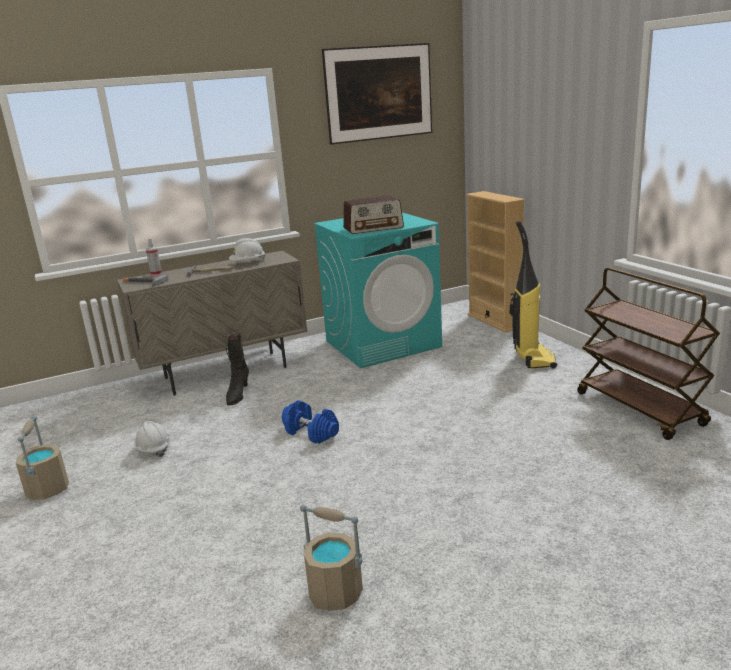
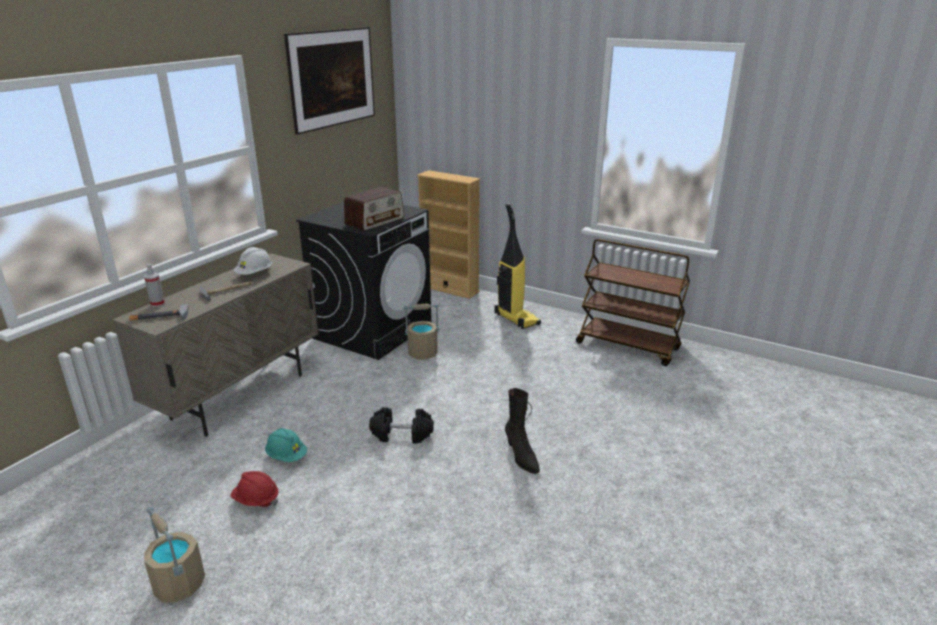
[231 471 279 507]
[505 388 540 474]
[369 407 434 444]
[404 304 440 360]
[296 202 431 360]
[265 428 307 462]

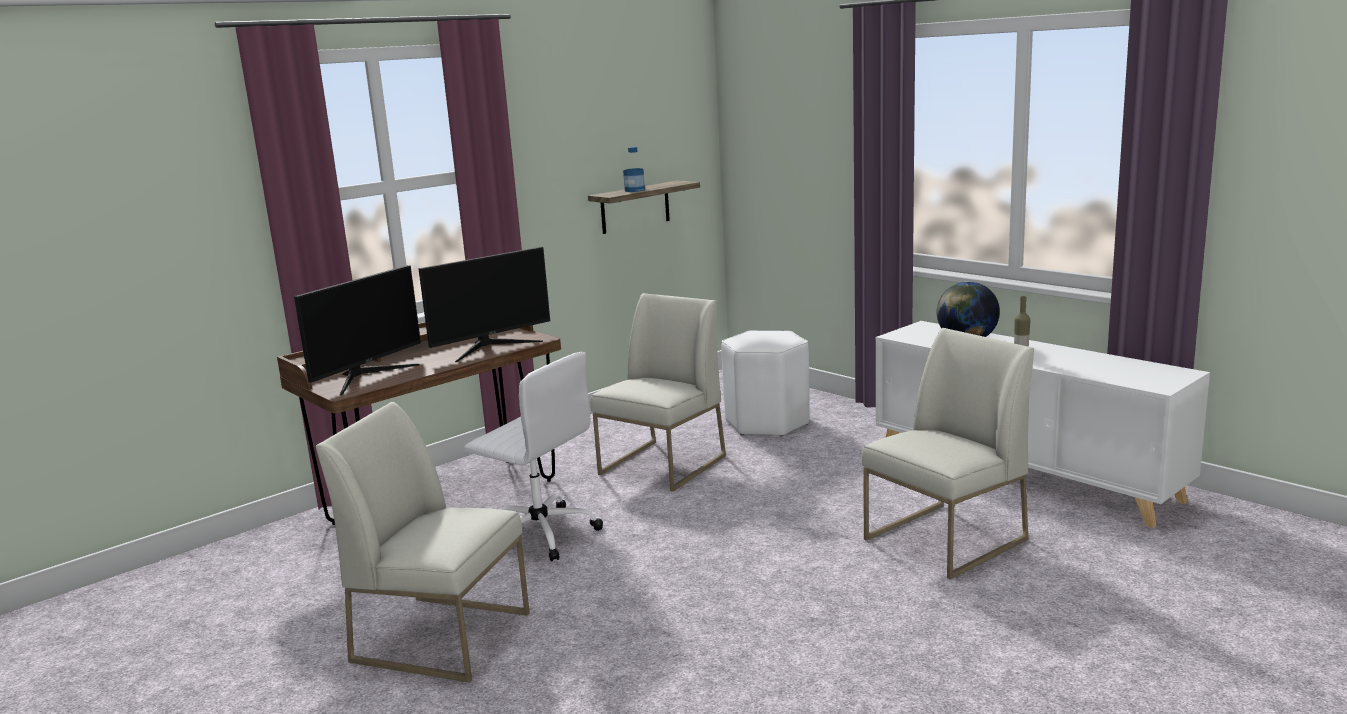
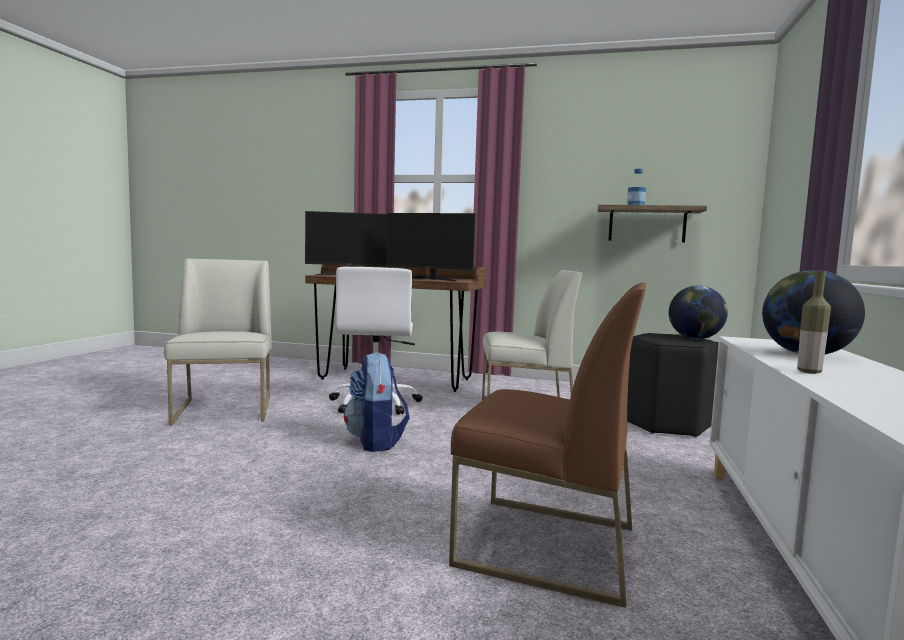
[627 333 719 438]
[449 282 646 608]
[344 352 410 452]
[669 286 728 339]

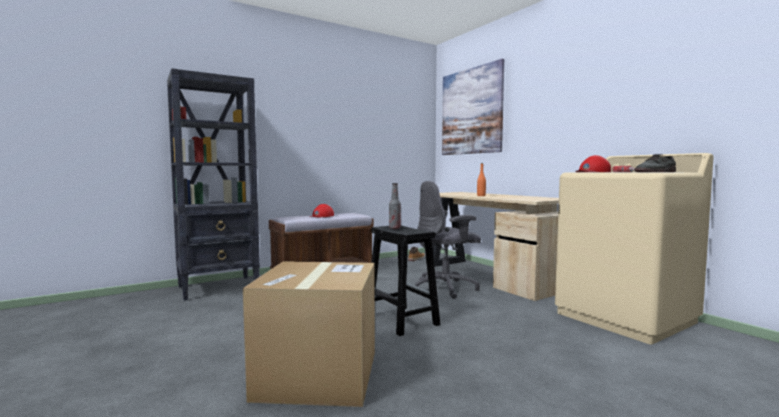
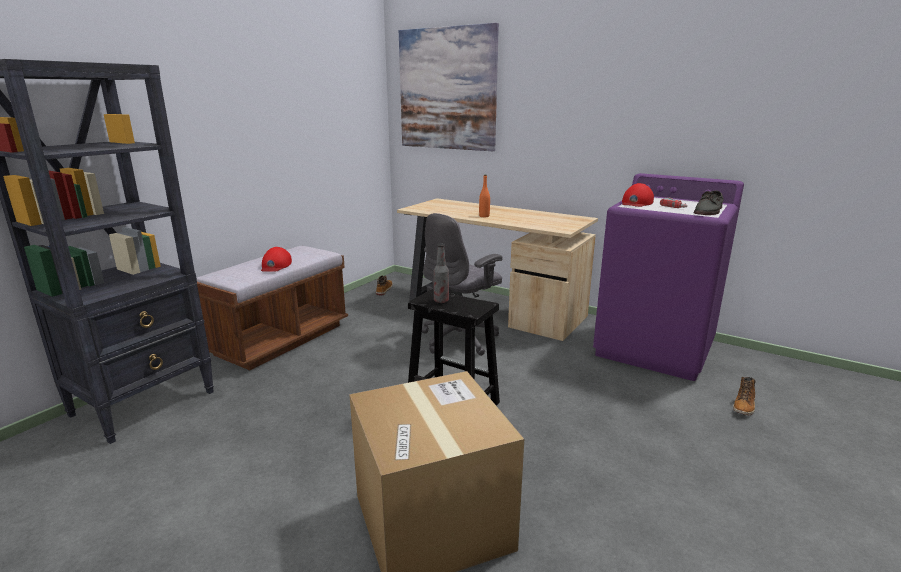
[593 173 744 381]
[733 377 755 415]

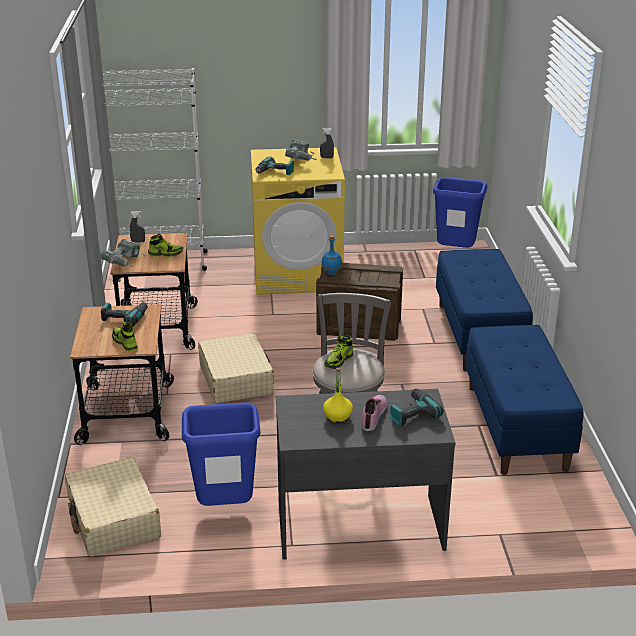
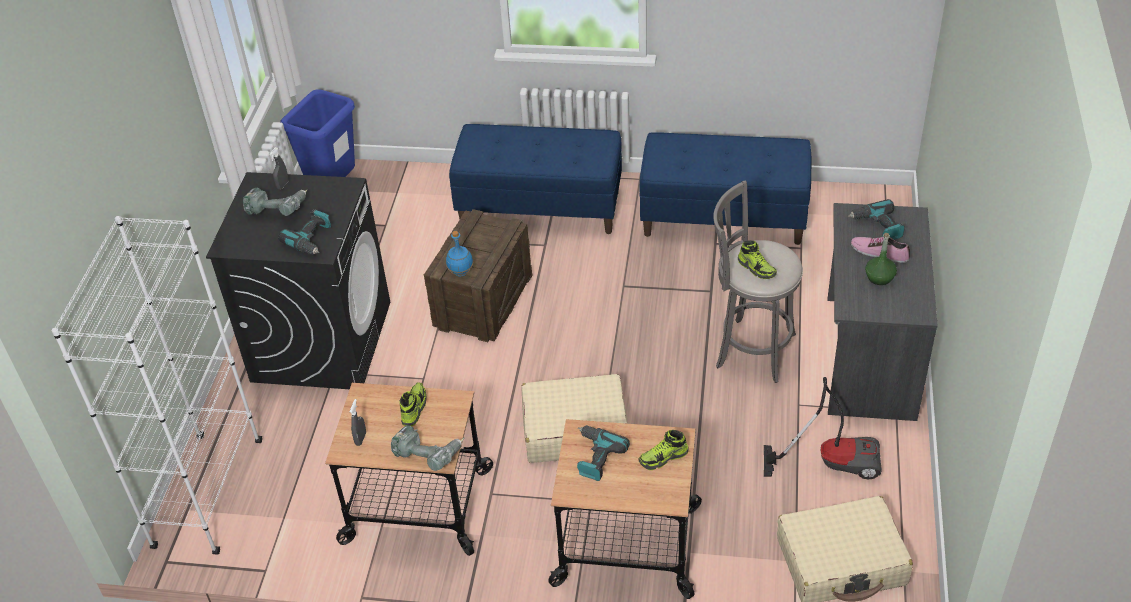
[764 377 882 480]
[206 172 390 389]
[865 233 897 285]

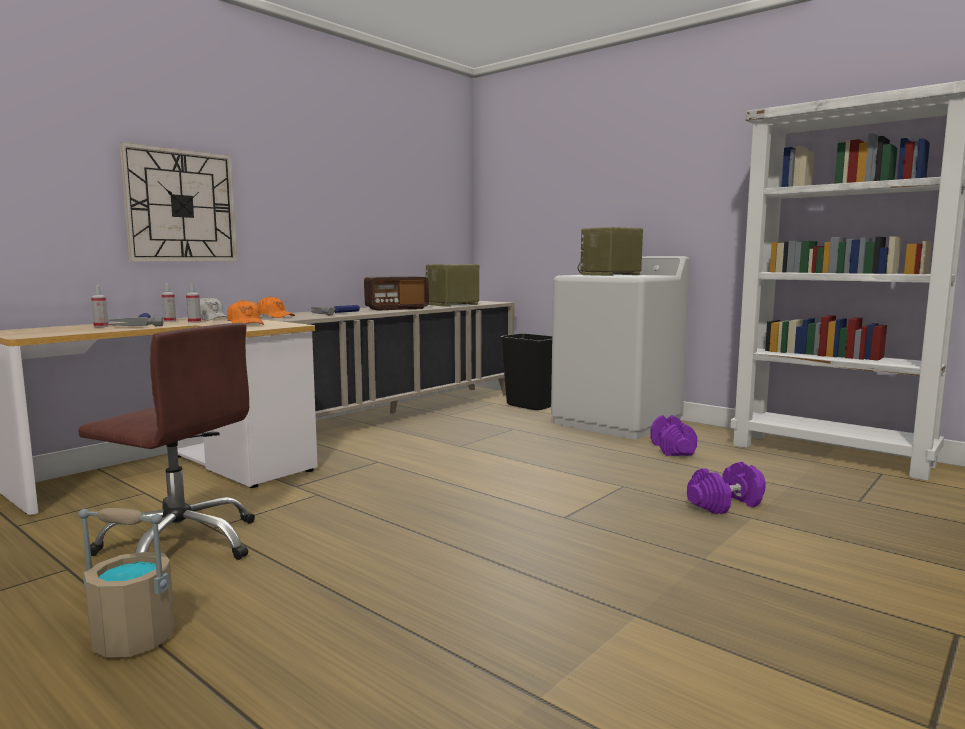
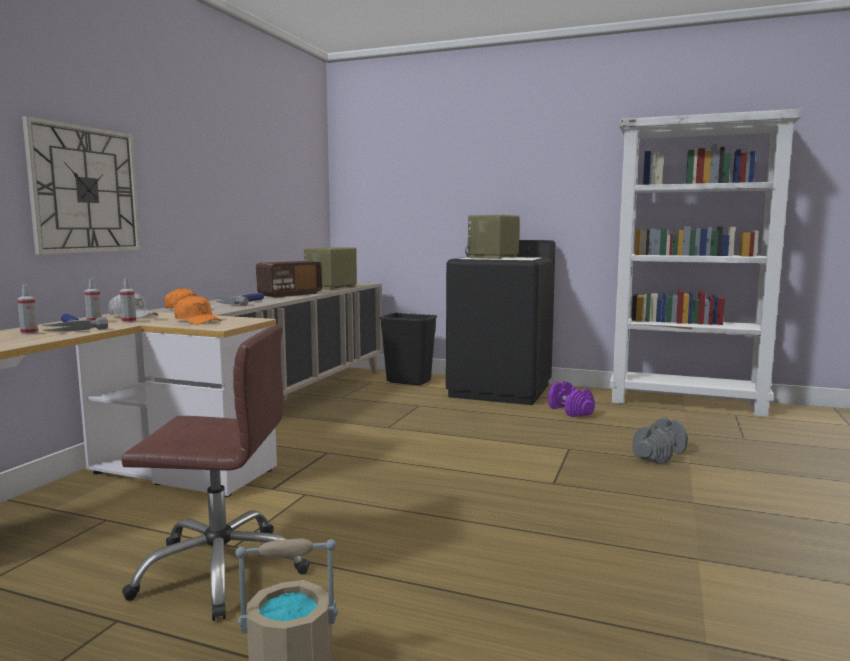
[446 240 555 405]
[632 417 688 464]

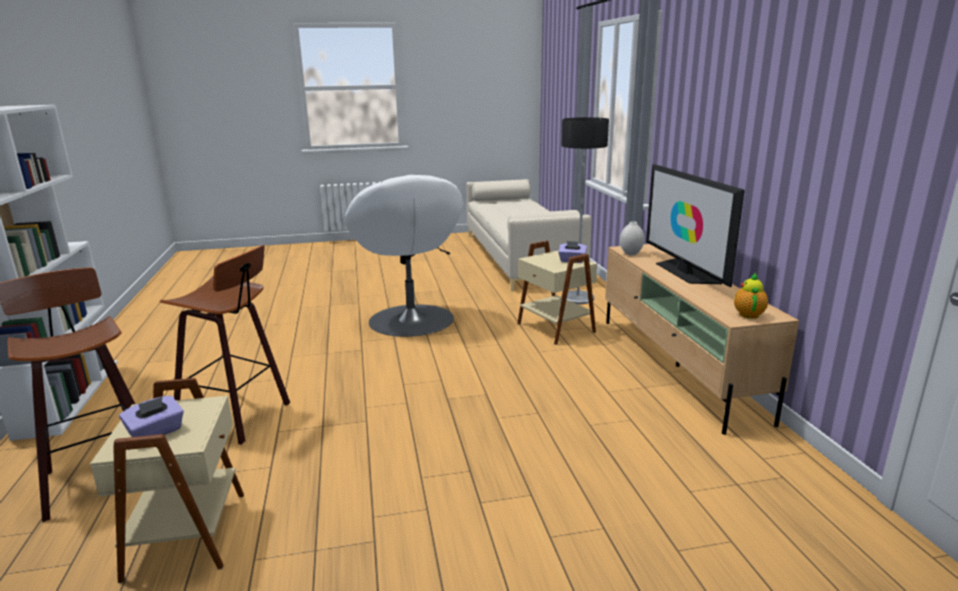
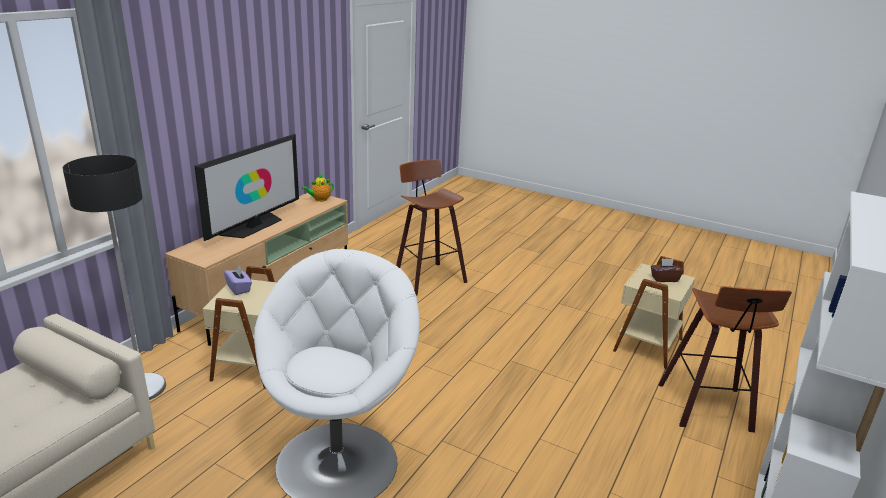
[651 259 684 282]
[396 159 467 296]
[620 221 644 255] (first image)

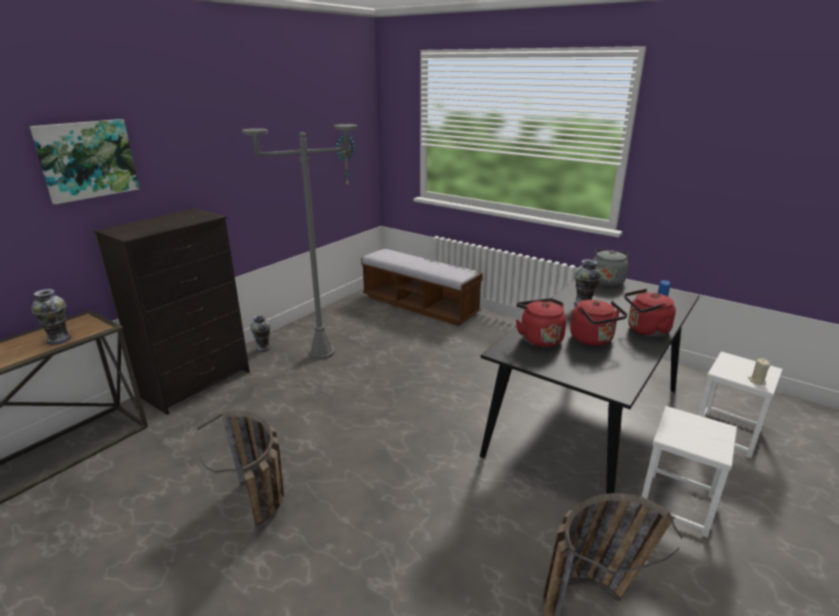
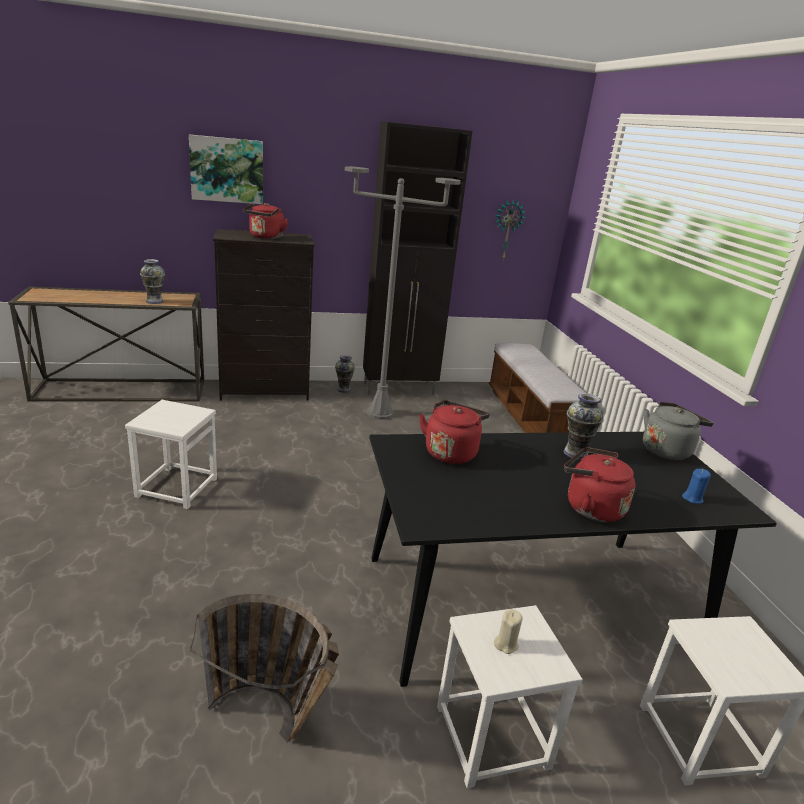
[125 400 217 509]
[243 203 289 239]
[494 609 523 654]
[363 121 472 395]

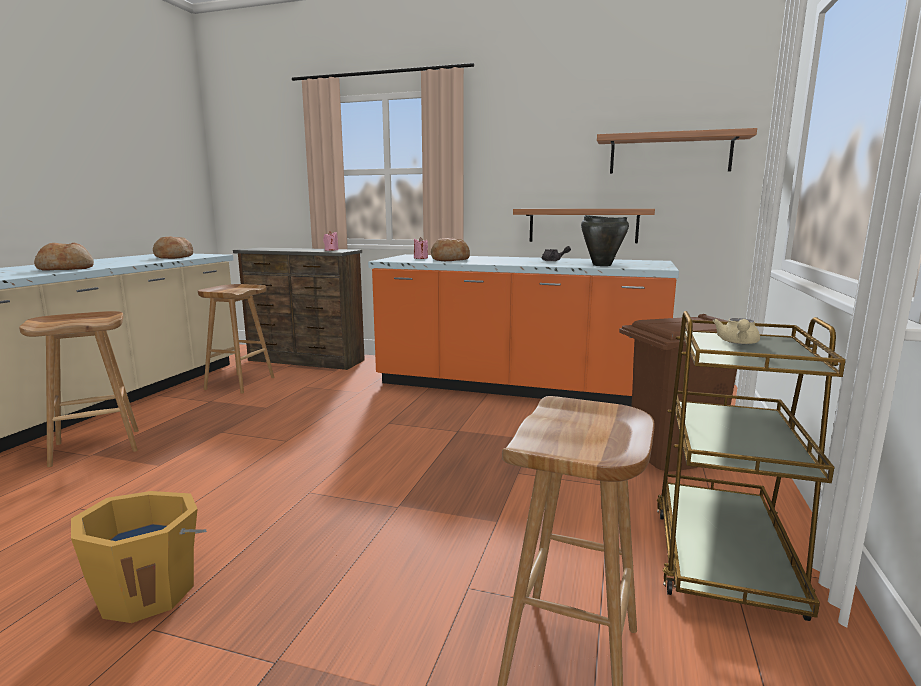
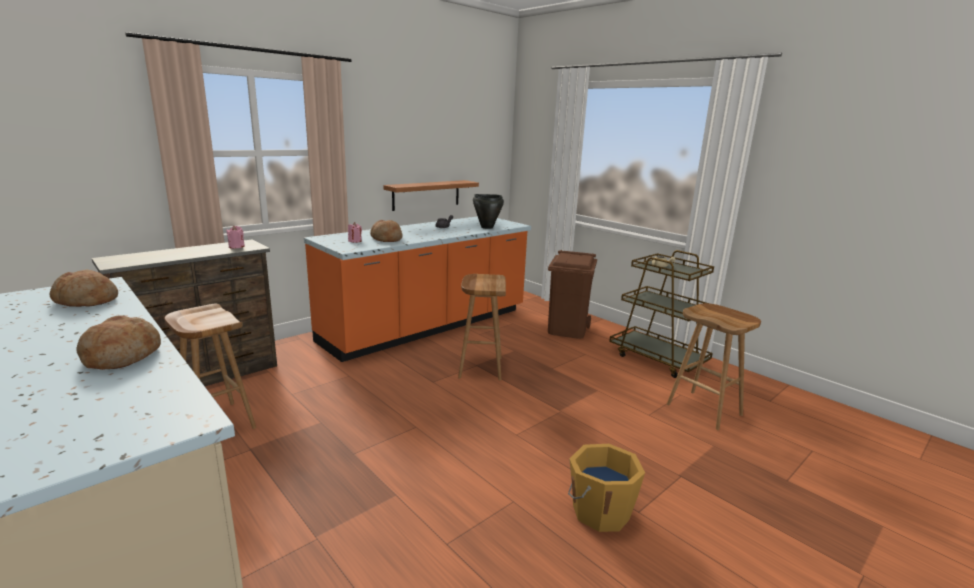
[458 274 506 380]
[597 128 757 174] (first image)

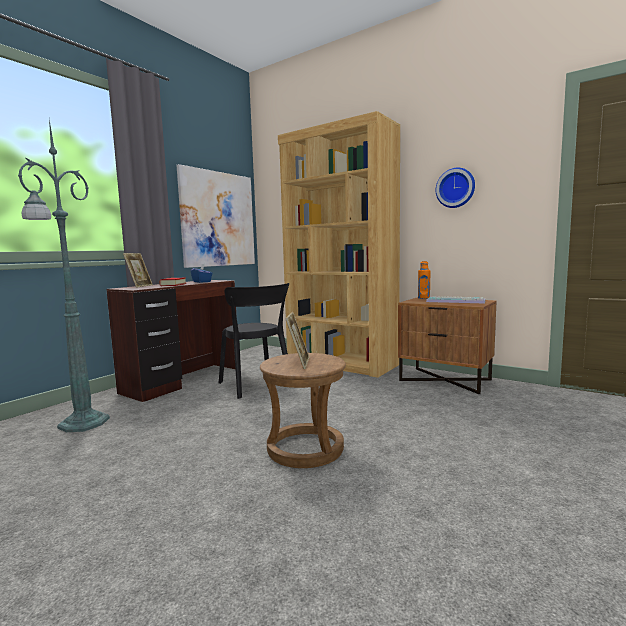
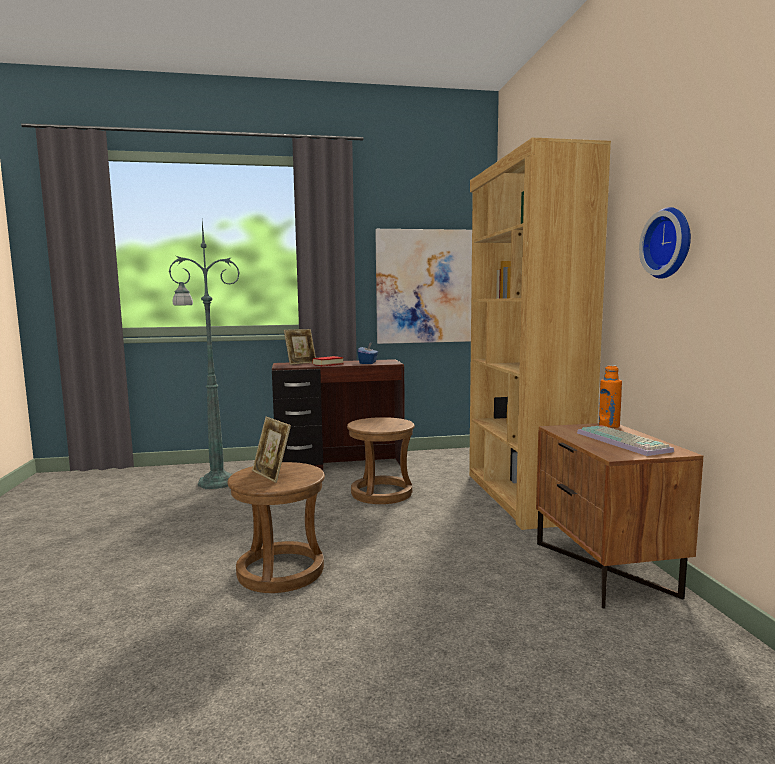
[347 417 415 504]
[252 417 291 483]

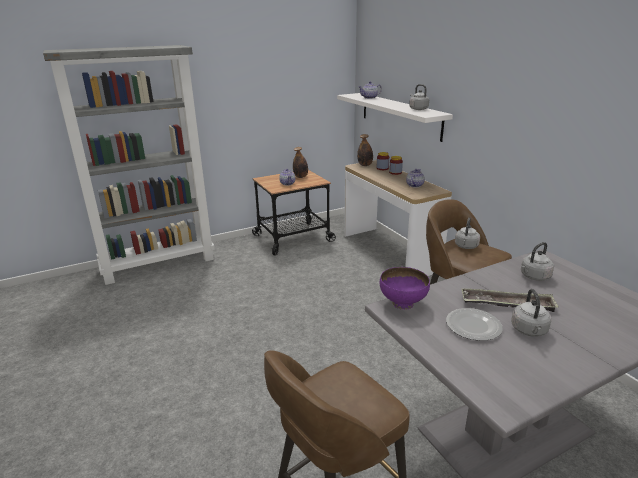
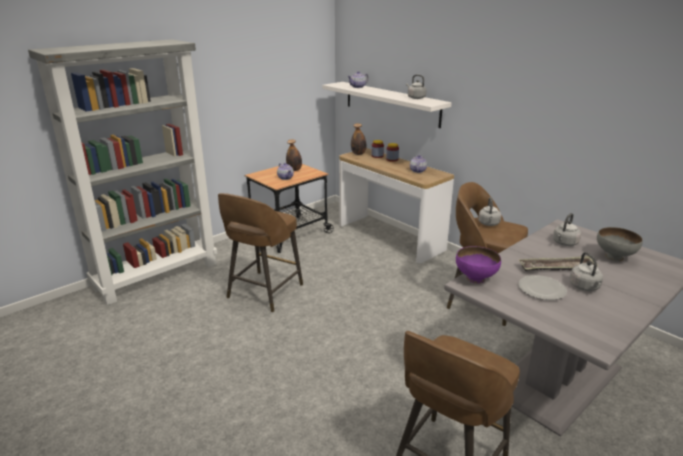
[218 193 303 312]
[597 227 643 262]

